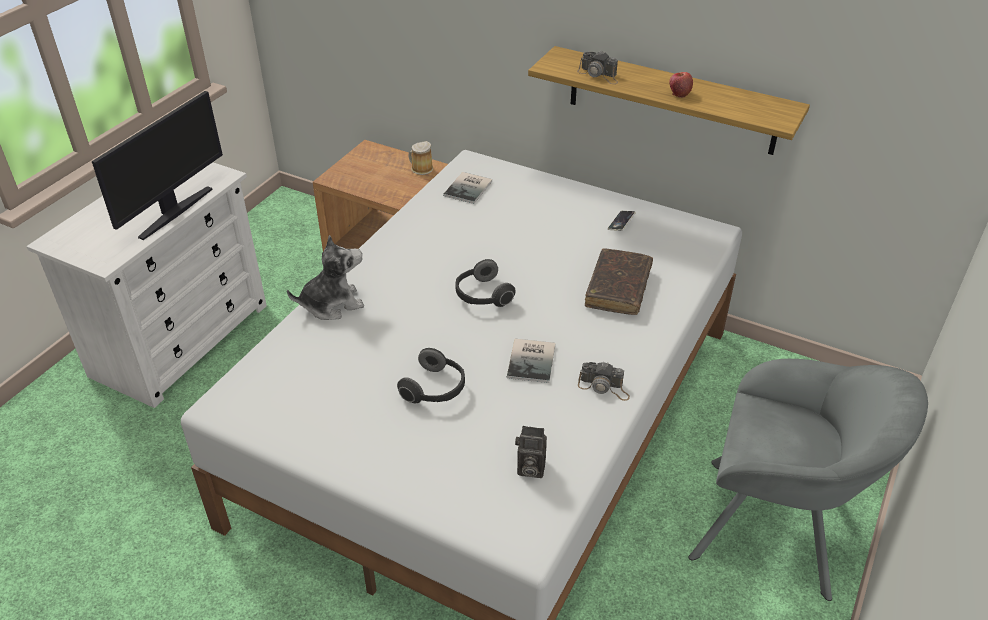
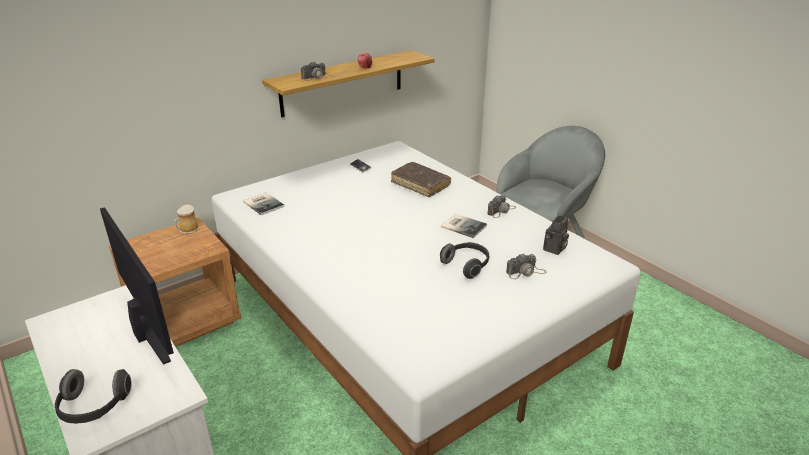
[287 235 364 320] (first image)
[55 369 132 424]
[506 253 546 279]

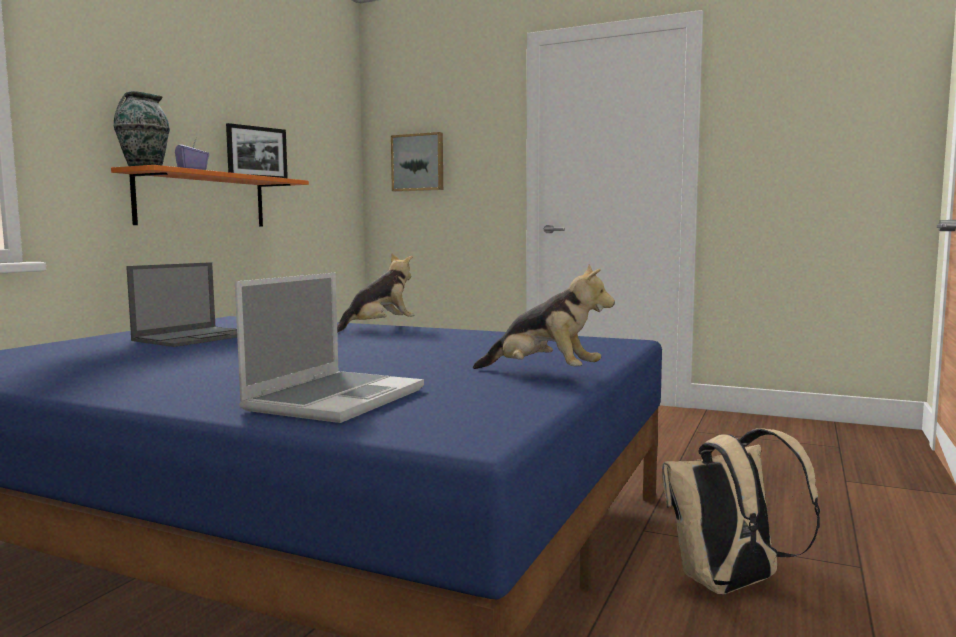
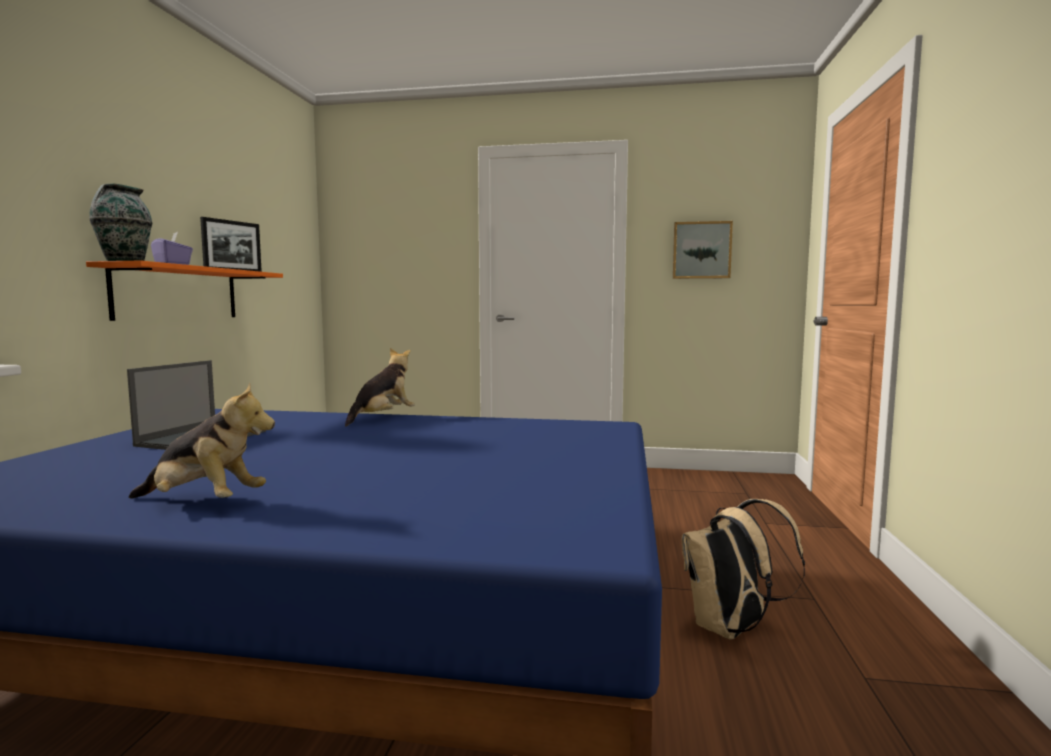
[235 273 424 423] (first image)
[673 221 733 279]
[129 382 275 499]

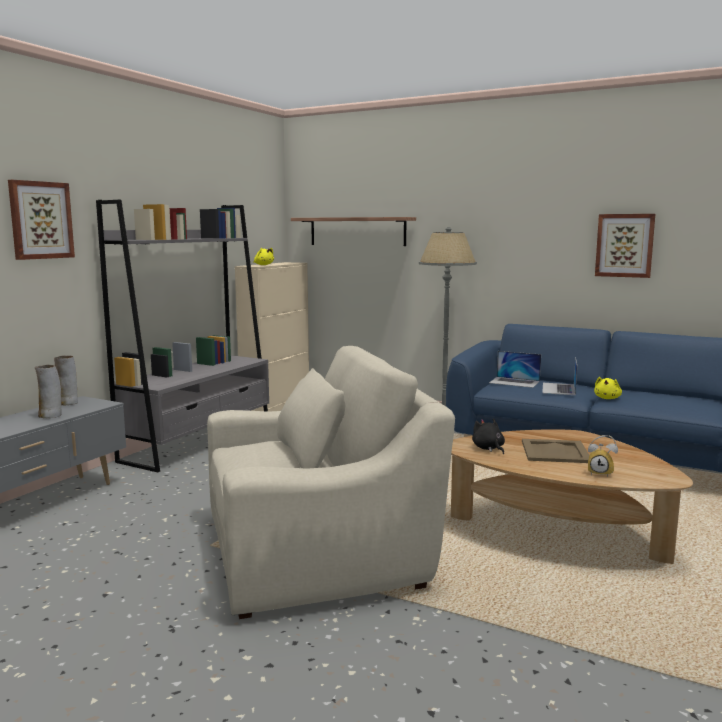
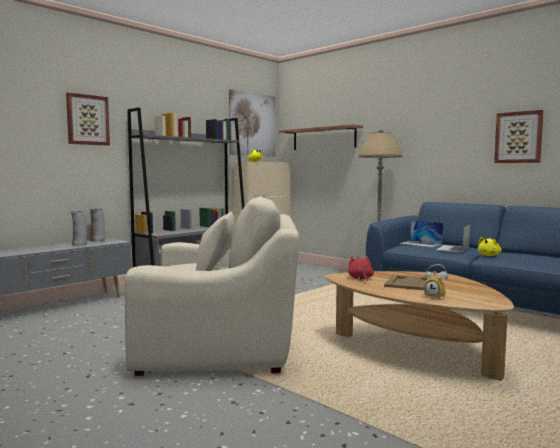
[348 256 374 281]
[229 89 276 156]

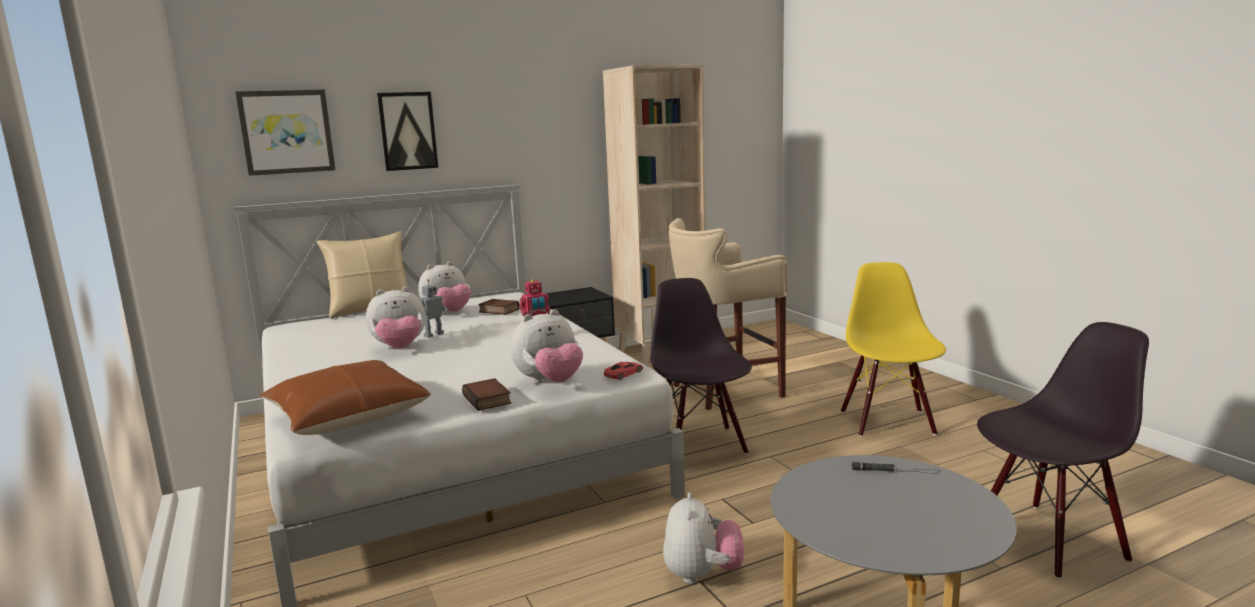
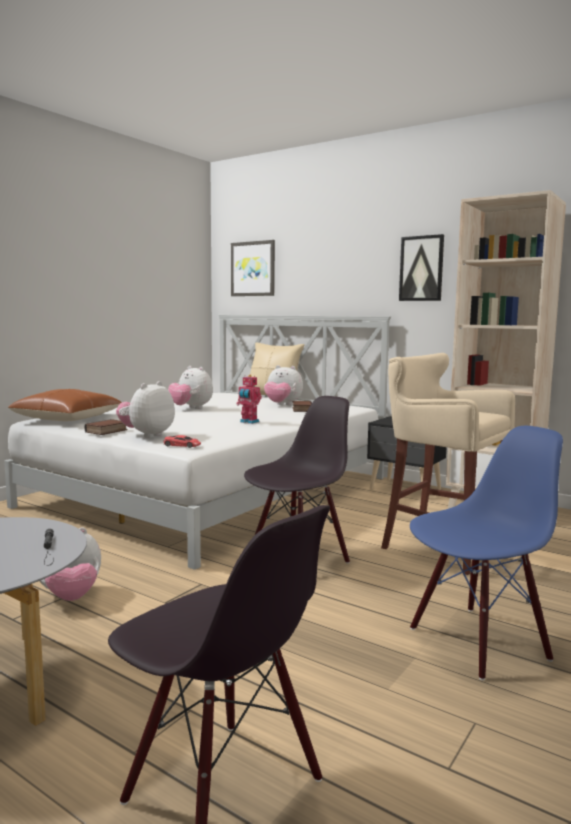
[399 234 444 301]
[420 279 449 338] (first image)
[116 381 175 438]
[410 426 563 680]

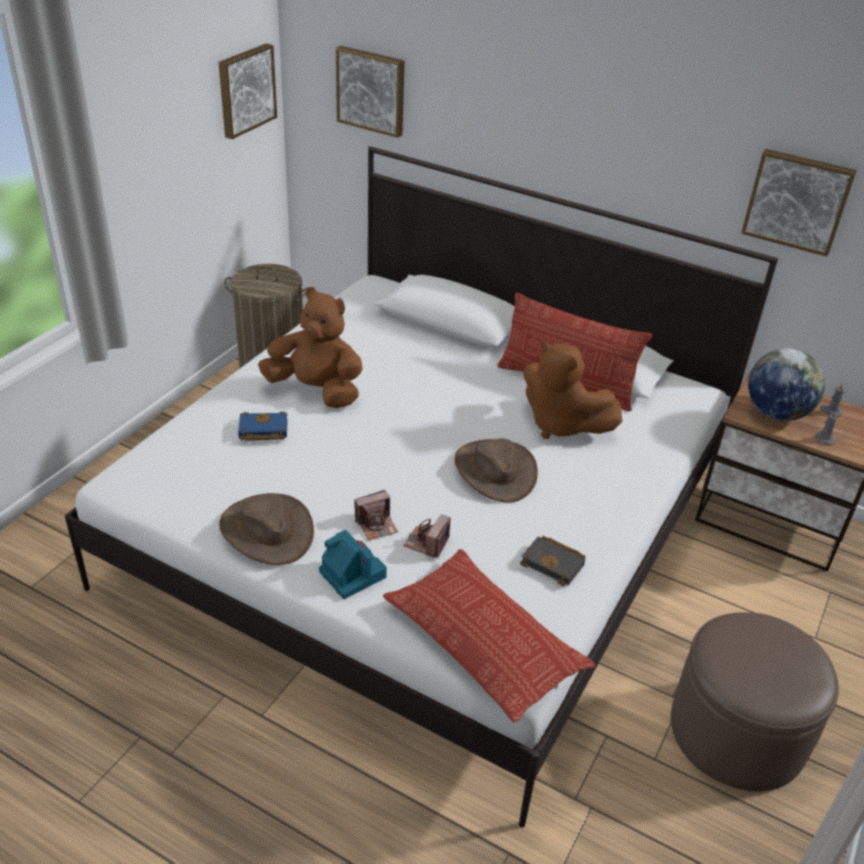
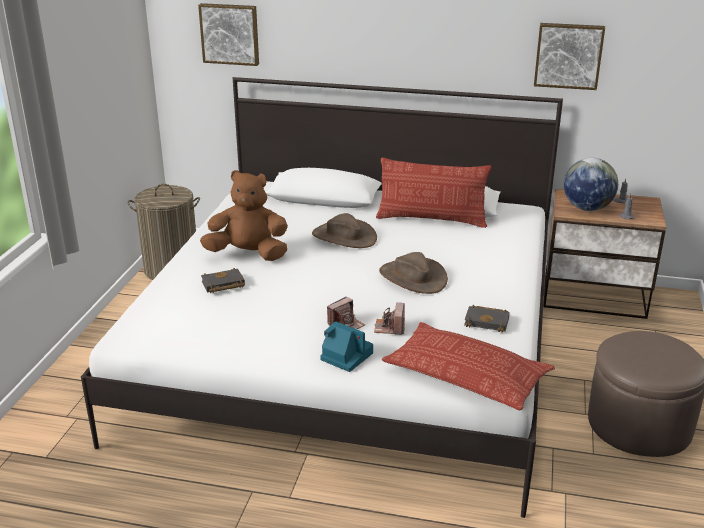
[219 43 277 139] (first image)
[312 213 377 248]
[201 268 245 293]
[523 340 623 439] (first image)

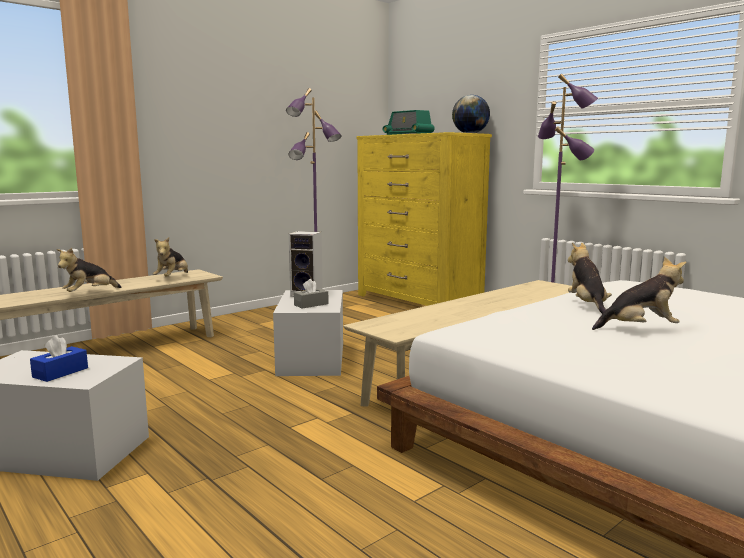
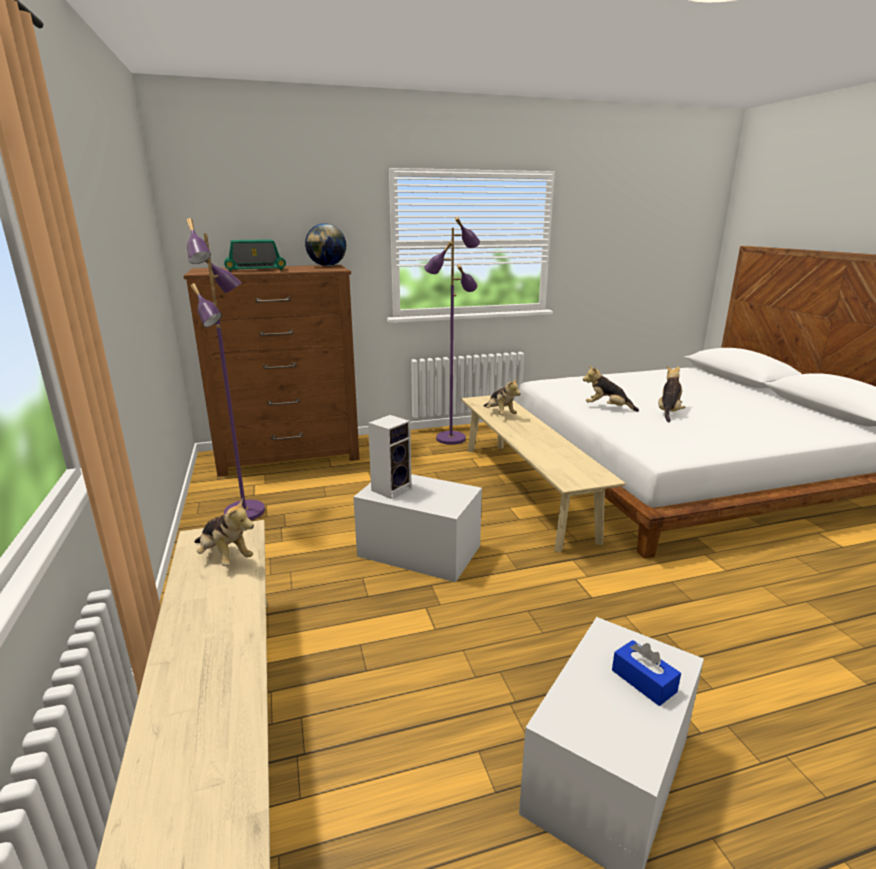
[484 378 521 415]
[294 279 329 309] (first image)
[183 265 360 476]

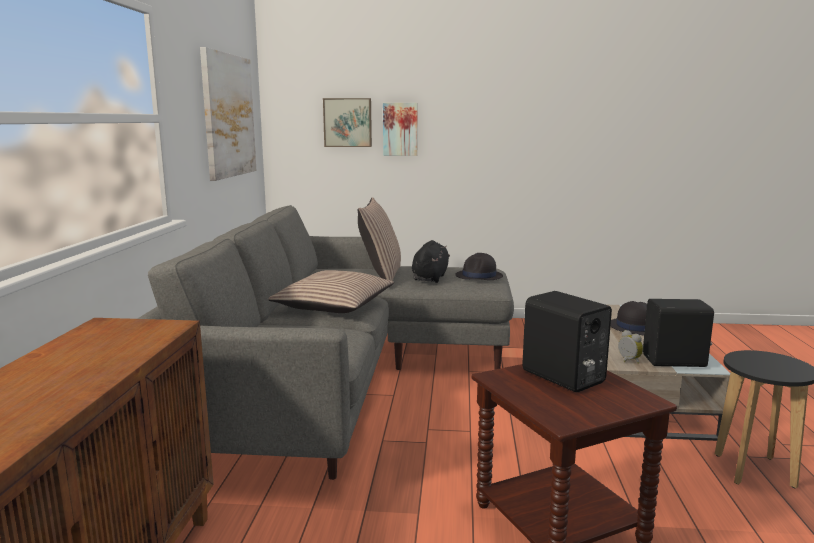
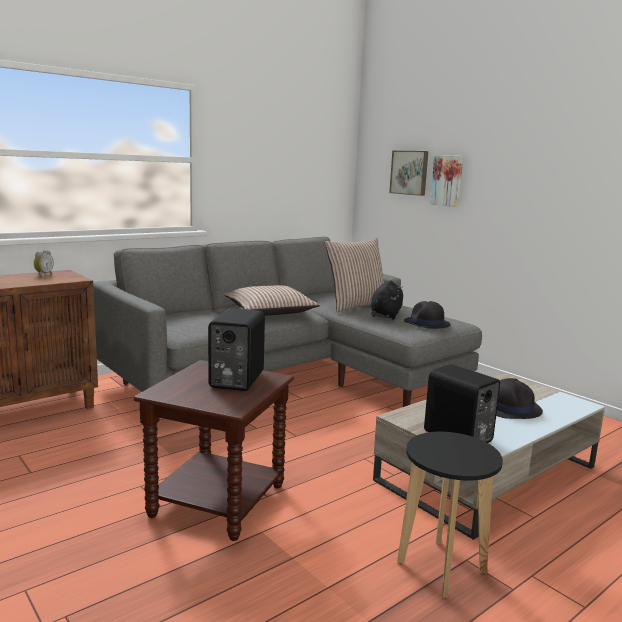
[200 47 256 181] (first image)
[371 280 403 320]
[34 250 54 276]

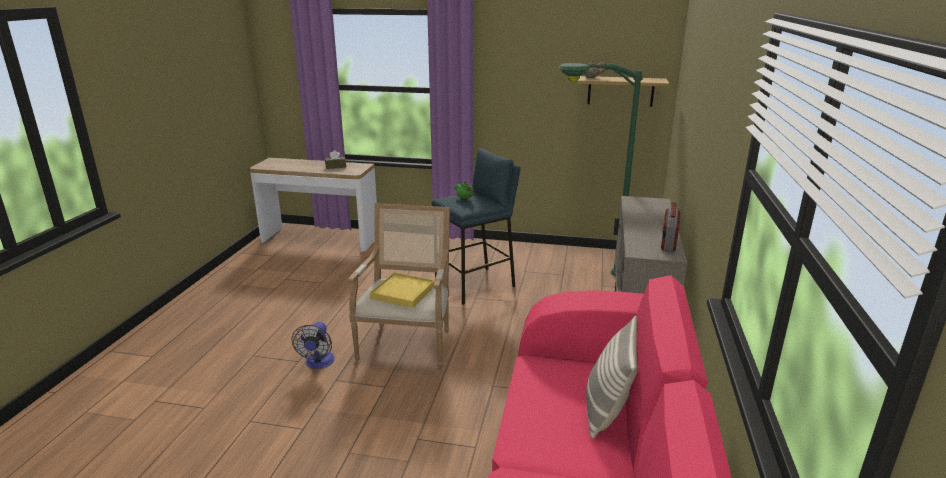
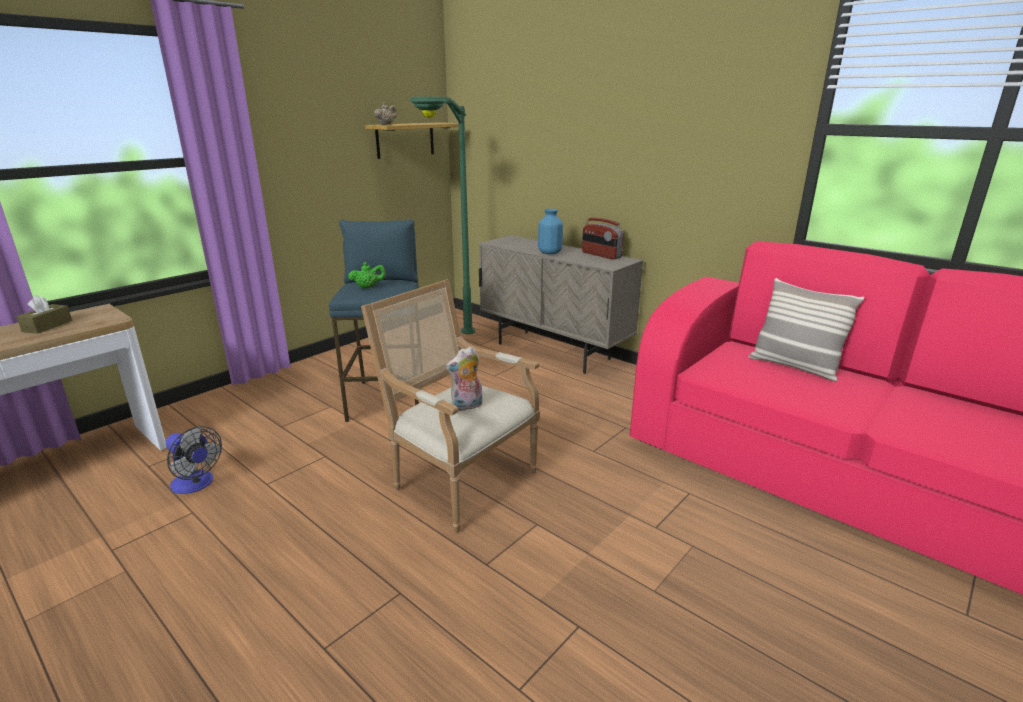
[166 426 222 494]
[446 346 482 411]
[538 209 563 254]

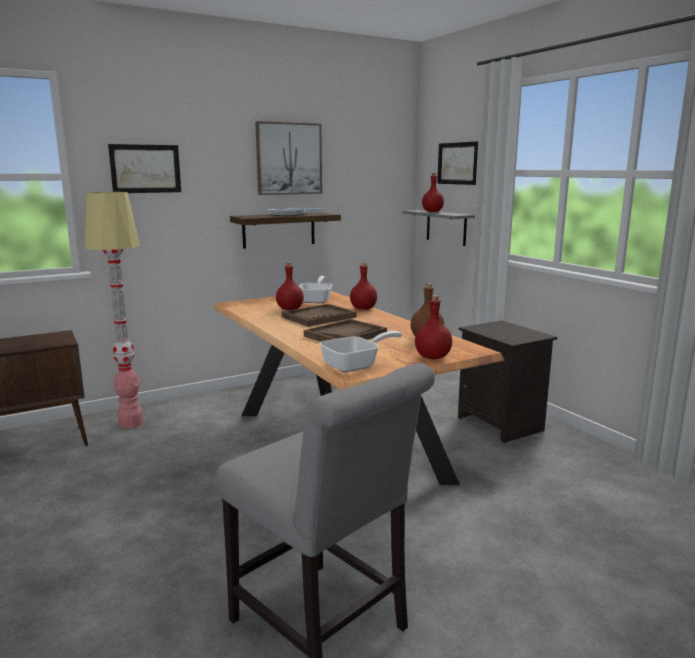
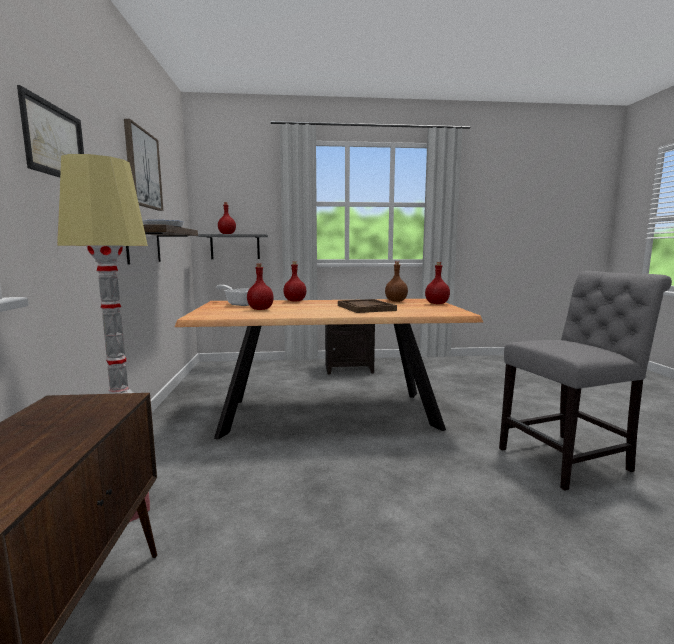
[282 304 356 327] (first image)
[319 331 402 372] (first image)
[437 142 478 185] (first image)

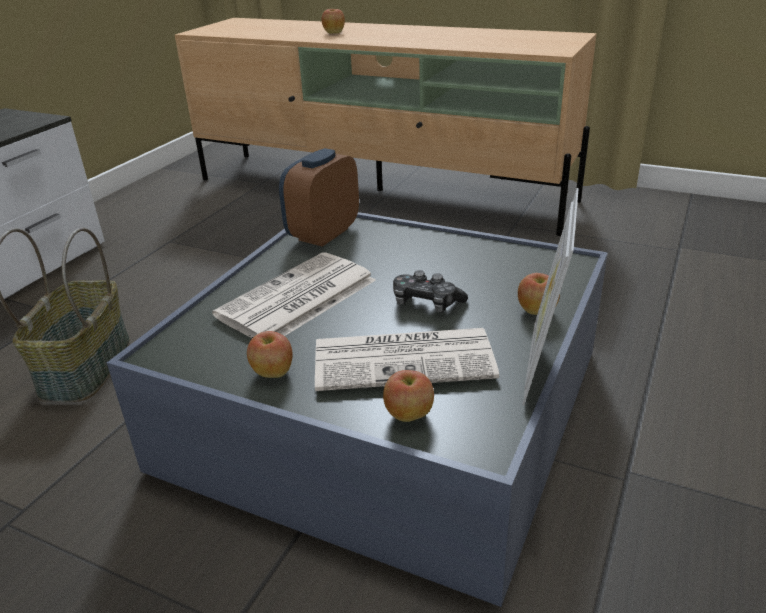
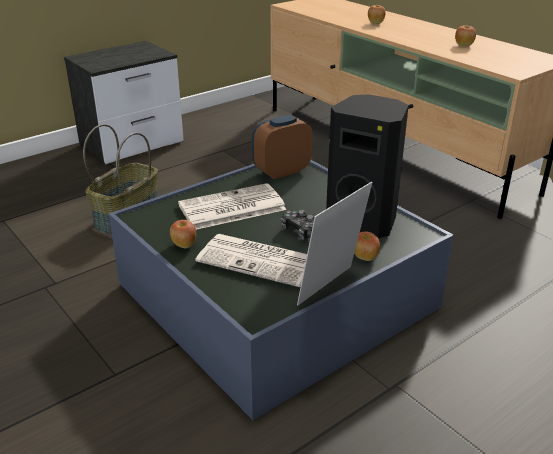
[455 25 476 46]
[326 95 409 238]

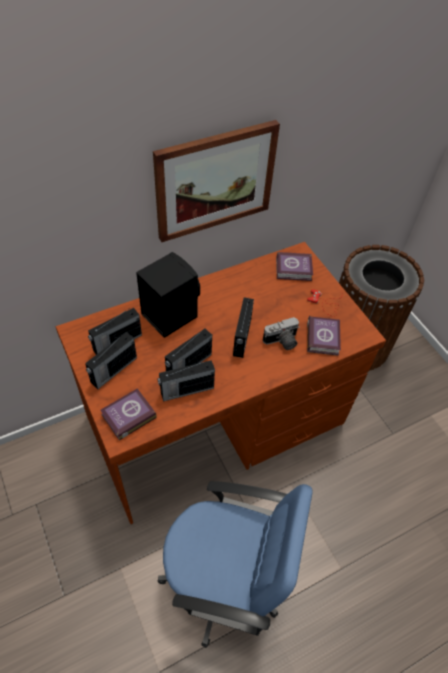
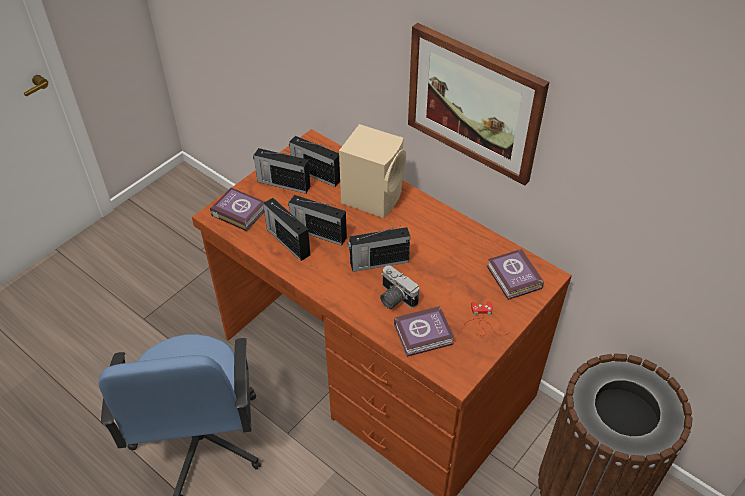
[339 124 406 218]

